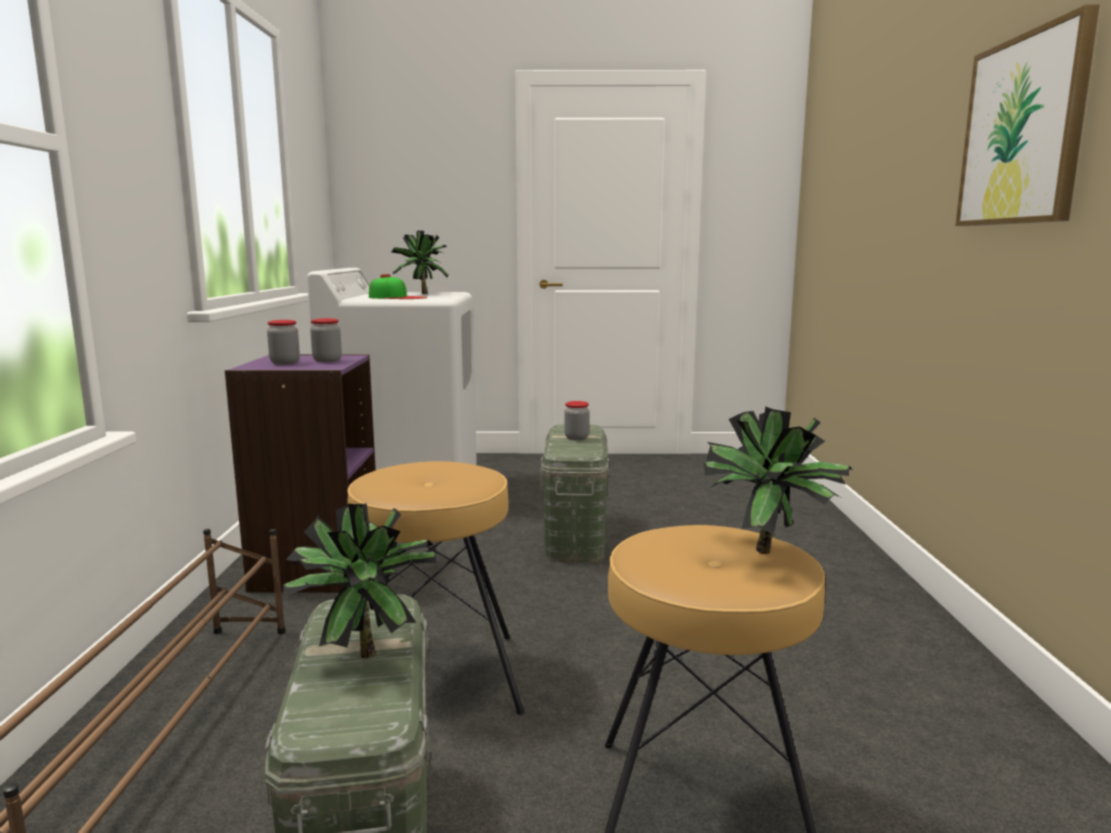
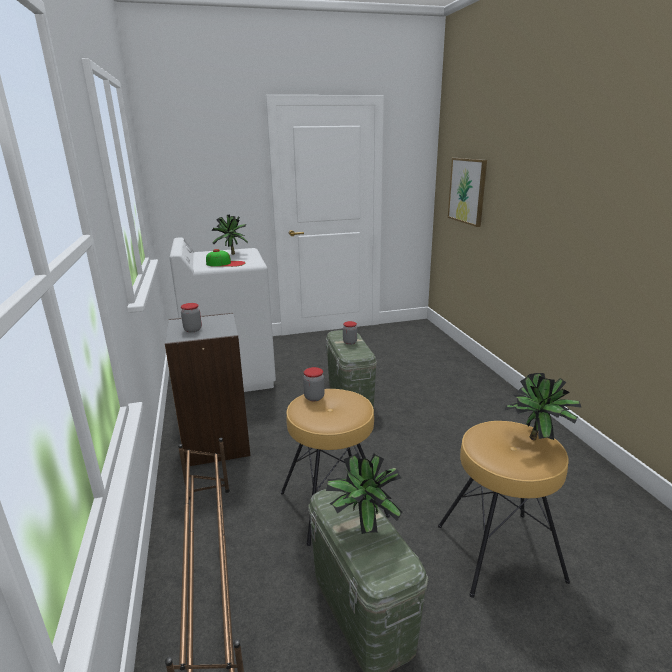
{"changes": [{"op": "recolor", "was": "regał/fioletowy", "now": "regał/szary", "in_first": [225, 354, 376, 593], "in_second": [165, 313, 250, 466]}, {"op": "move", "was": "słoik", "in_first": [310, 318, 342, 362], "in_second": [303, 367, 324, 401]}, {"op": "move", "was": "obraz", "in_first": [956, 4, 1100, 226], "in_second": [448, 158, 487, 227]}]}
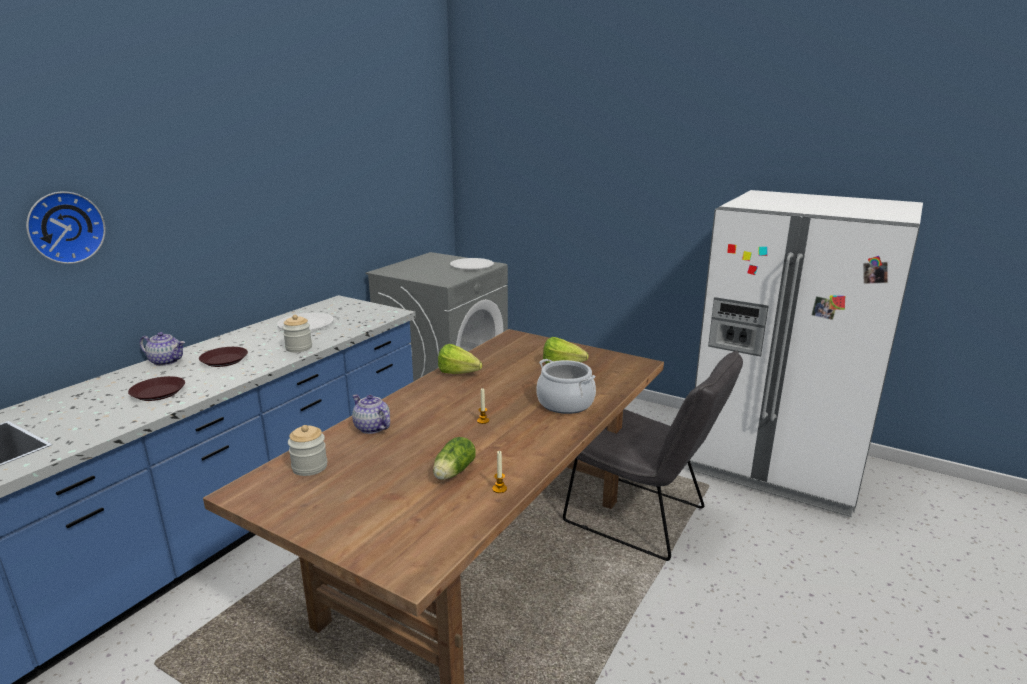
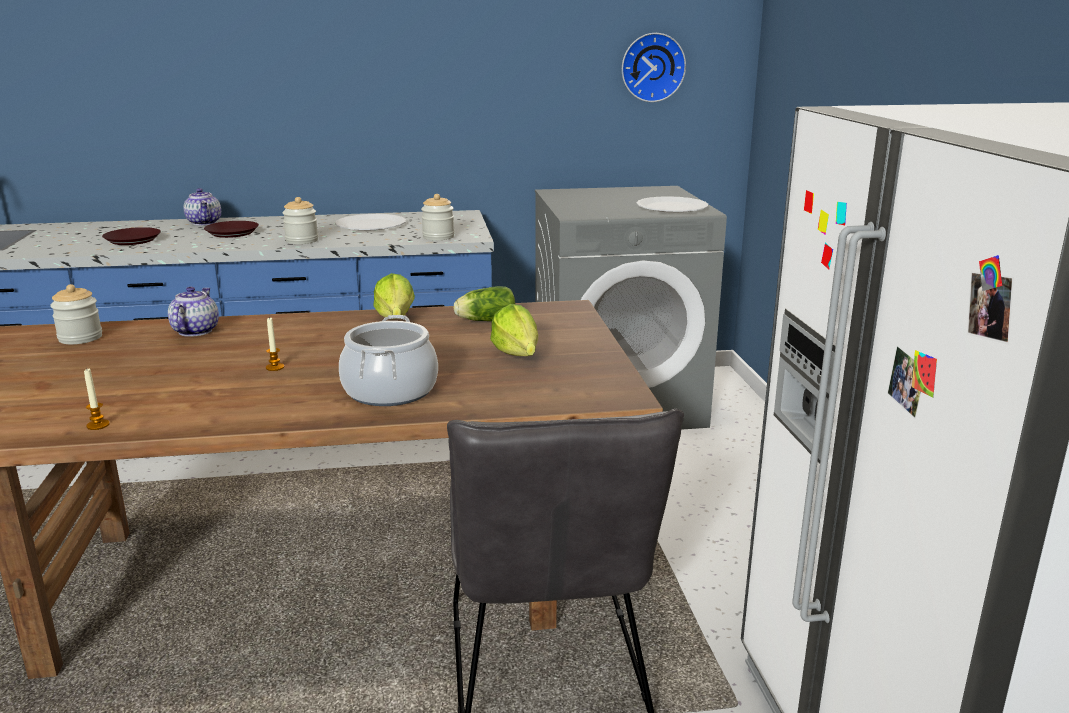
{"changes": [{"op": "insert", "now": "słoik", "in_second": [421, 194, 454, 240]}, {"op": "move", "was": "sałata", "in_first": [433, 437, 476, 480], "in_second": [454, 286, 516, 321]}, {"op": "move", "was": "zegar ścienny", "in_first": [26, 191, 106, 264], "in_second": [622, 33, 686, 102]}]}
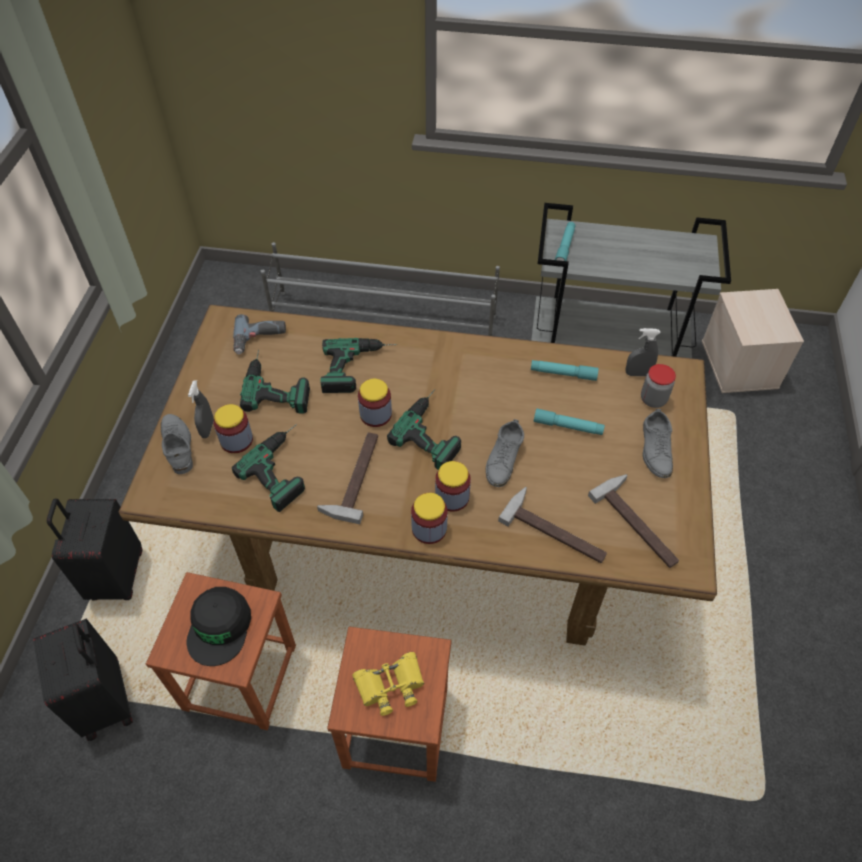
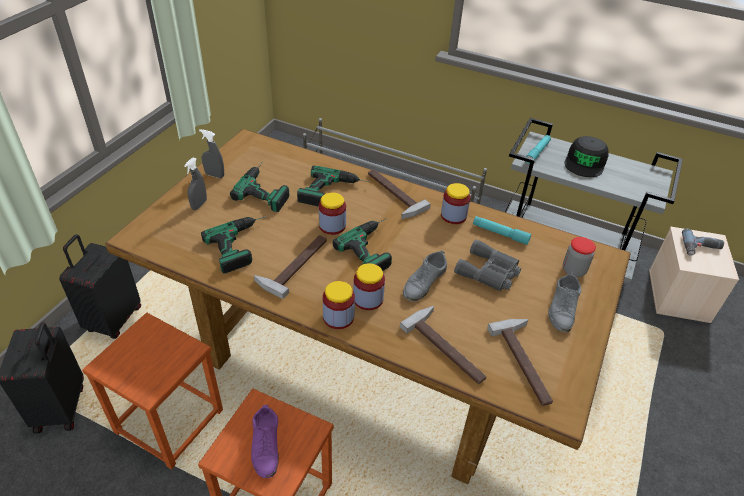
{"changes": [{"op": "move", "was": "spryskiwacz/szary", "in_first": [625, 328, 660, 376], "in_second": [199, 129, 224, 178]}, {"op": "replace", "was": "lornetka/żółty", "now": "but/fioletowy", "in_first": [352, 652, 424, 716], "in_second": [251, 405, 279, 478]}, {"op": "insert", "now": "młotek", "in_second": [368, 169, 431, 219]}, {"op": "move", "was": "słoik", "in_first": [214, 404, 253, 453], "in_second": [441, 183, 471, 224]}, {"op": "replace", "was": "latarka/turkusowy", "now": "lornetka/szary", "in_first": [534, 409, 605, 435], "in_second": [454, 239, 521, 291]}, {"op": "move", "was": "czapka z daszkiem/czarny", "in_first": [186, 587, 251, 666], "in_second": [564, 136, 609, 177]}, {"op": "move", "was": "wiertarka", "in_first": [233, 314, 286, 354], "in_second": [682, 229, 724, 256]}, {"op": "delete", "was": "but/szary", "in_first": [161, 414, 193, 474]}]}
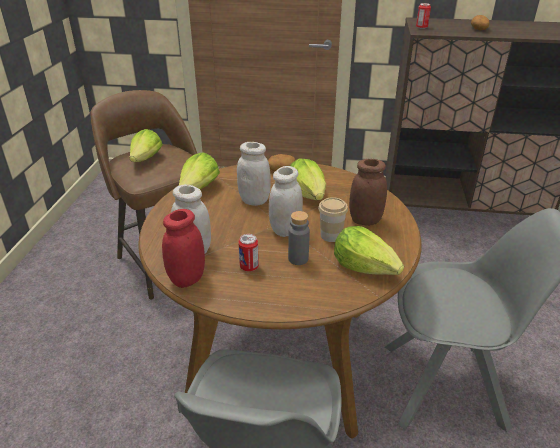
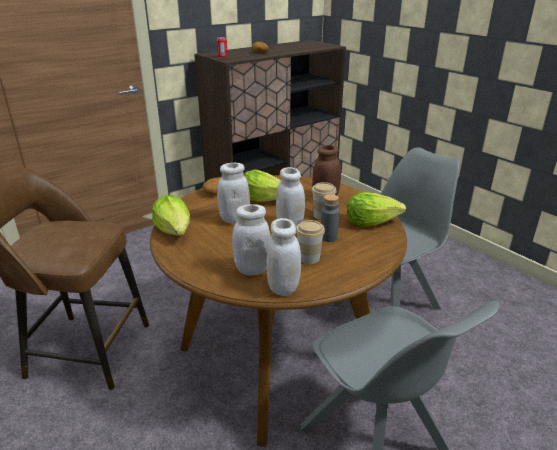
{"changes": [{"op": "recolor", "was": "słoik/czerwony", "now": "słoik/biały", "in_first": [162, 209, 205, 288], "in_second": [266, 218, 301, 296]}, {"op": "replace", "was": "puszka", "now": "filiżanka", "in_first": [238, 234, 259, 271], "in_second": [296, 220, 325, 264]}, {"op": "delete", "was": "sałata", "in_first": [129, 129, 163, 162]}]}
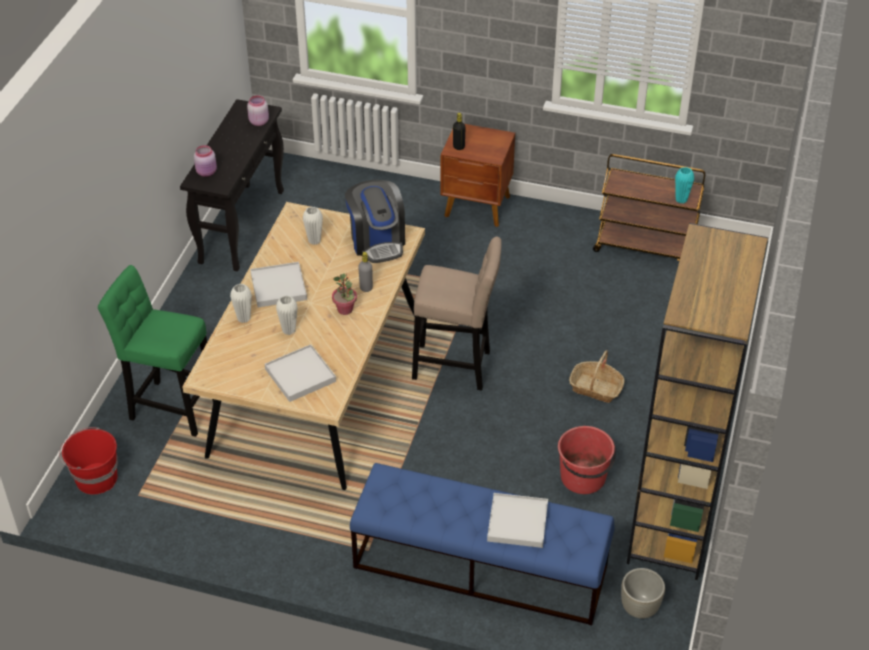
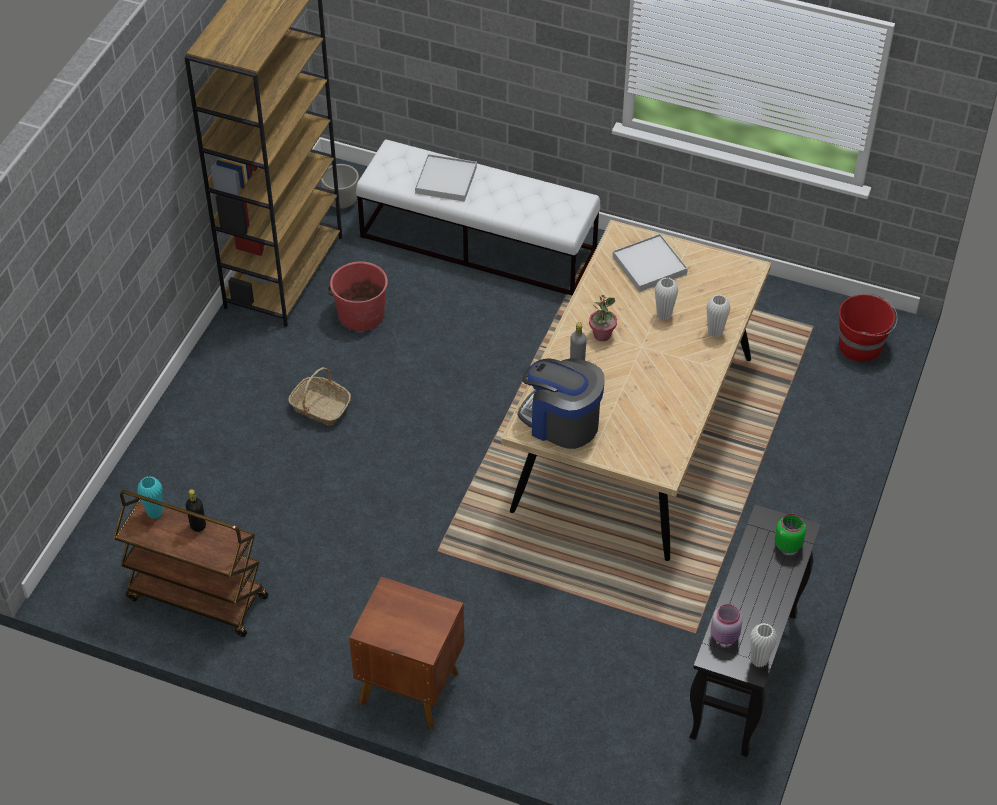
{"changes": [{"op": "move", "was": "butelka/czarny", "in_first": [453, 113, 466, 150], "in_second": [186, 489, 206, 532]}, {"op": "recolor", "was": "ławka/niebieski", "now": "ławka/biały", "in_first": [350, 463, 615, 626], "in_second": [356, 140, 600, 296]}, {"op": "rotate", "was": "ekspres do kawy", "in_first": [345, 180, 405, 263], "in_second": [518, 358, 605, 449], "clockwise": -45}, {"op": "move", "was": "wazon/biały", "in_first": [303, 207, 323, 245], "in_second": [750, 623, 777, 667]}, {"op": "recolor", "was": "słoik/różowy", "now": "słoik/zielony", "in_first": [194, 145, 217, 177], "in_second": [775, 514, 806, 553]}, {"op": "delete", "was": "stołek/zielony", "in_first": [98, 265, 214, 437]}, {"op": "delete", "was": "taca/biały", "in_first": [250, 262, 307, 308]}, {"op": "delete", "was": "stołek/beżowy", "in_first": [412, 236, 502, 391]}]}
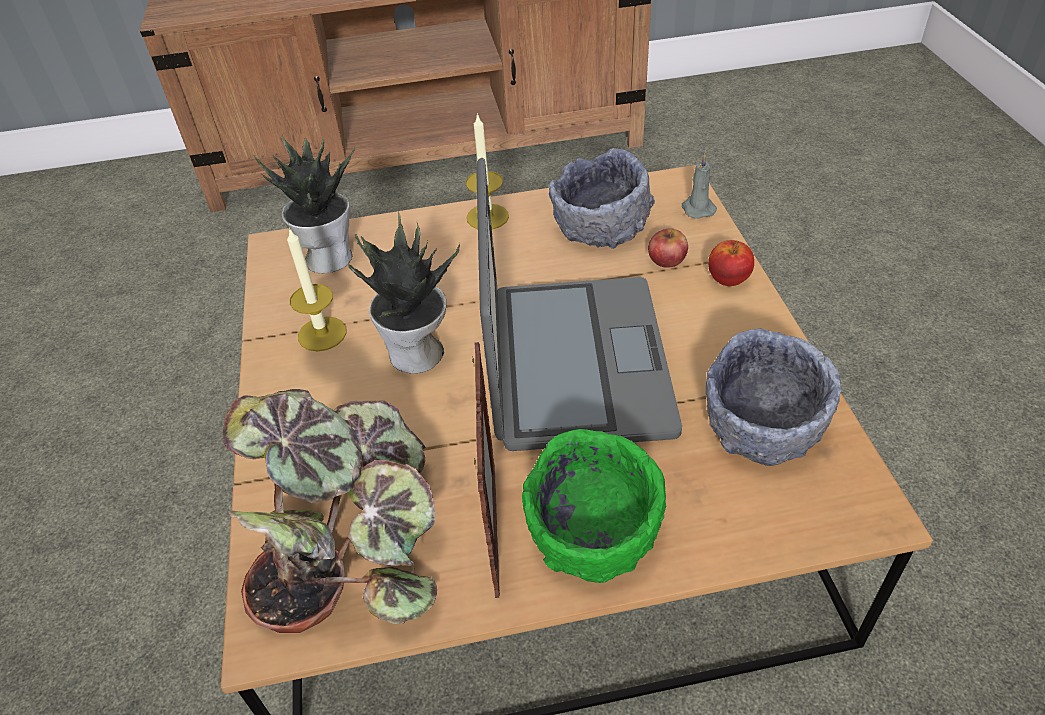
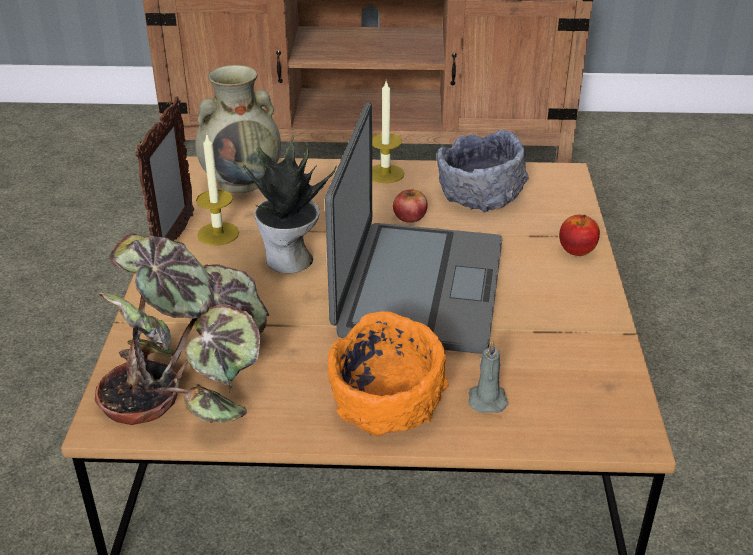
{"changes": [{"op": "move", "was": "ramka na zdjęcie", "in_first": [472, 342, 500, 598], "in_second": [135, 96, 194, 241]}, {"op": "replace", "was": "roślina doniczkowa", "now": "wazon/beżowy", "in_first": [254, 133, 355, 273], "in_second": [195, 65, 281, 193]}, {"op": "recolor", "was": "miska/zielony", "now": "miska/pomarańczowy", "in_first": [522, 429, 666, 583], "in_second": [328, 312, 448, 436]}, {"op": "move", "was": "jabłko", "in_first": [648, 229, 688, 268], "in_second": [393, 188, 428, 223]}, {"op": "move", "was": "świeca/szary", "in_first": [682, 154, 717, 219], "in_second": [468, 340, 508, 413]}, {"op": "delete", "was": "miska/szary", "in_first": [706, 329, 841, 466]}]}
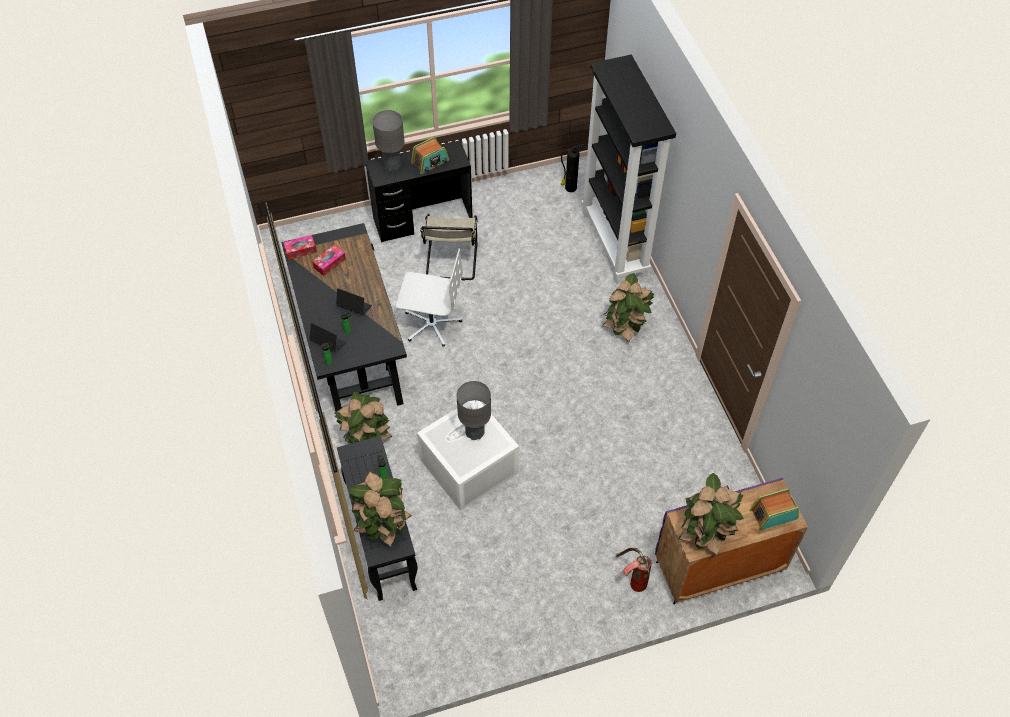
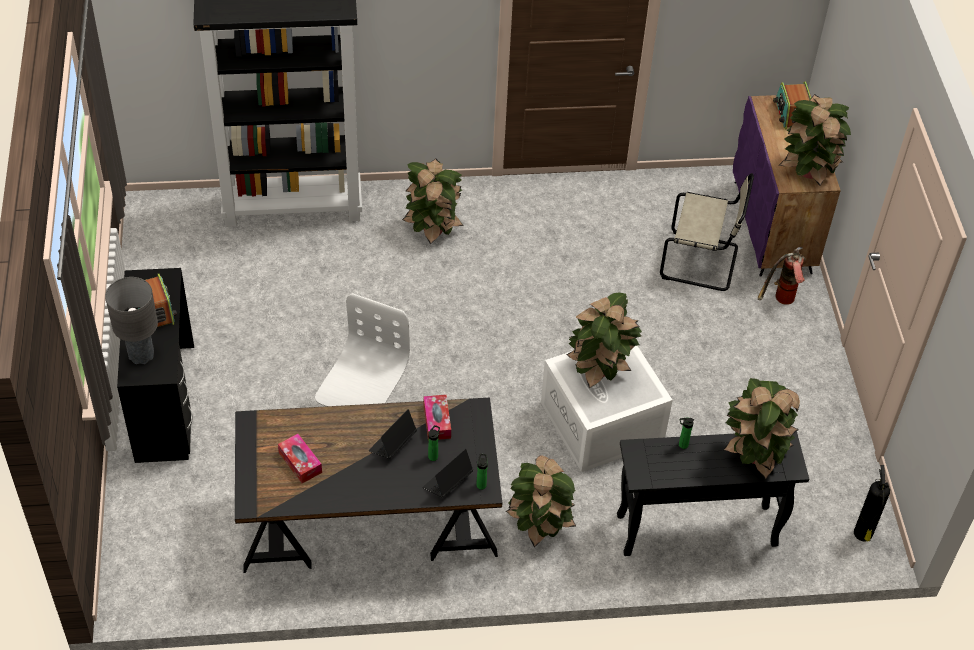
{"changes": [{"op": "move", "was": "pudełko chusteczek", "in_first": [283, 235, 317, 260], "in_second": [424, 395, 451, 441]}, {"op": "replace", "was": "lampa stołowa/szary", "now": "roślina doniczkowa", "in_first": [456, 381, 491, 440], "in_second": [567, 293, 642, 389]}, {"op": "move", "was": "krzesło/beżowy", "in_first": [420, 214, 478, 281], "in_second": [660, 173, 754, 291]}, {"op": "move", "was": "gaśnica", "in_first": [561, 144, 585, 192], "in_second": [854, 465, 890, 542]}]}
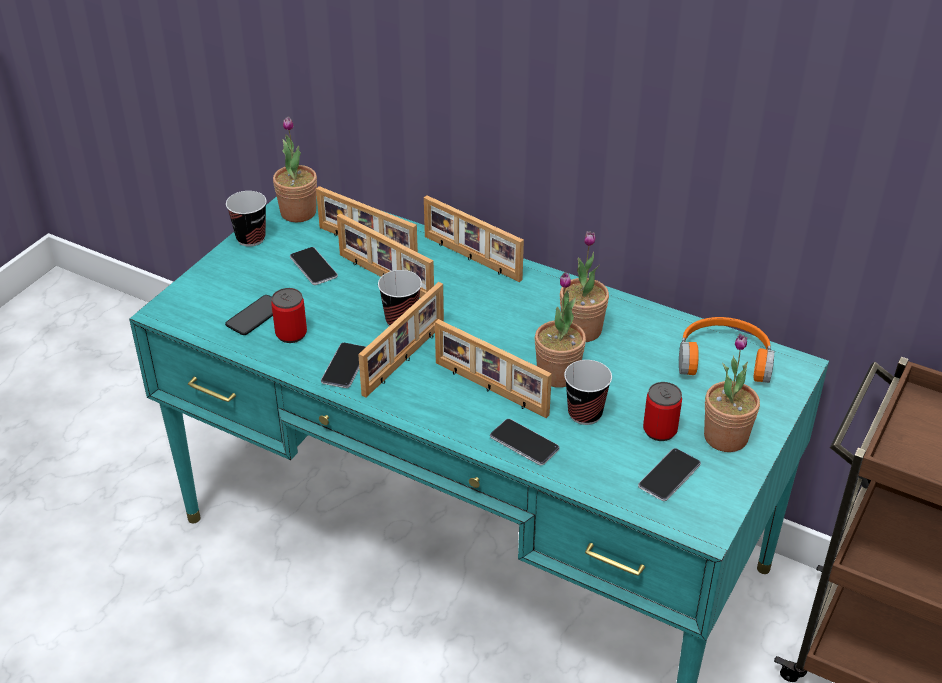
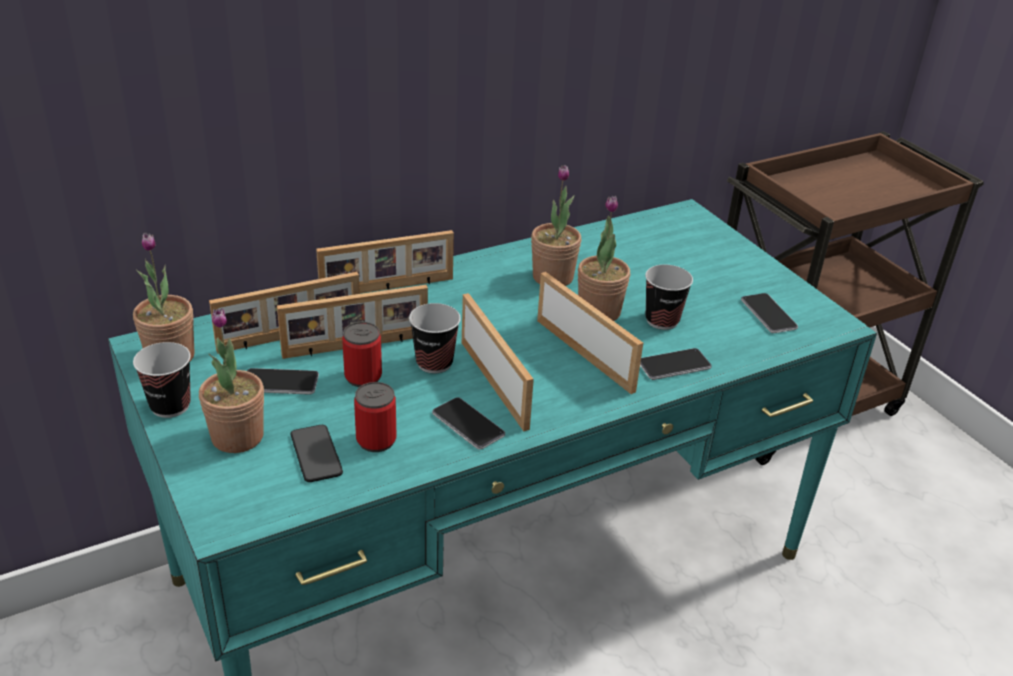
{"changes": [{"op": "move", "was": "roślina doniczkowa", "in_first": [704, 334, 760, 452], "in_second": [199, 308, 264, 453]}, {"op": "move", "was": "puszka", "in_first": [643, 382, 682, 441], "in_second": [342, 322, 382, 387]}, {"op": "rotate", "was": "ramka na zdjęcie", "in_first": [435, 319, 552, 418], "in_second": [537, 272, 643, 394], "clockwise": -105}, {"op": "delete", "was": "słuchawki/pomarańczowy", "in_first": [679, 317, 774, 383]}]}
